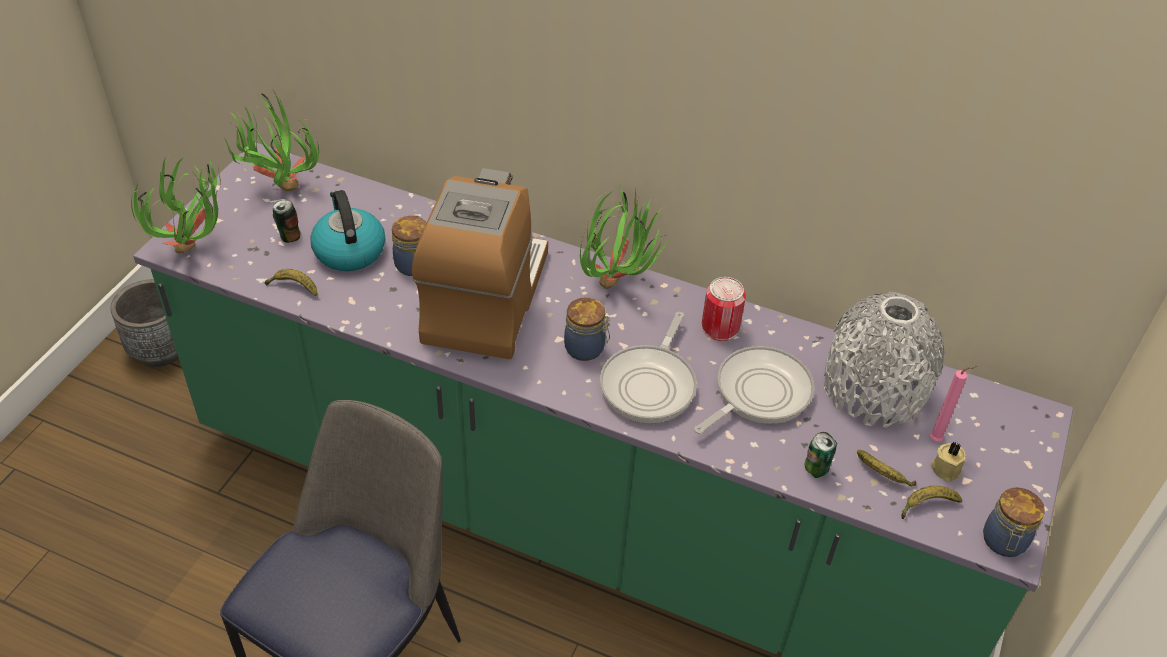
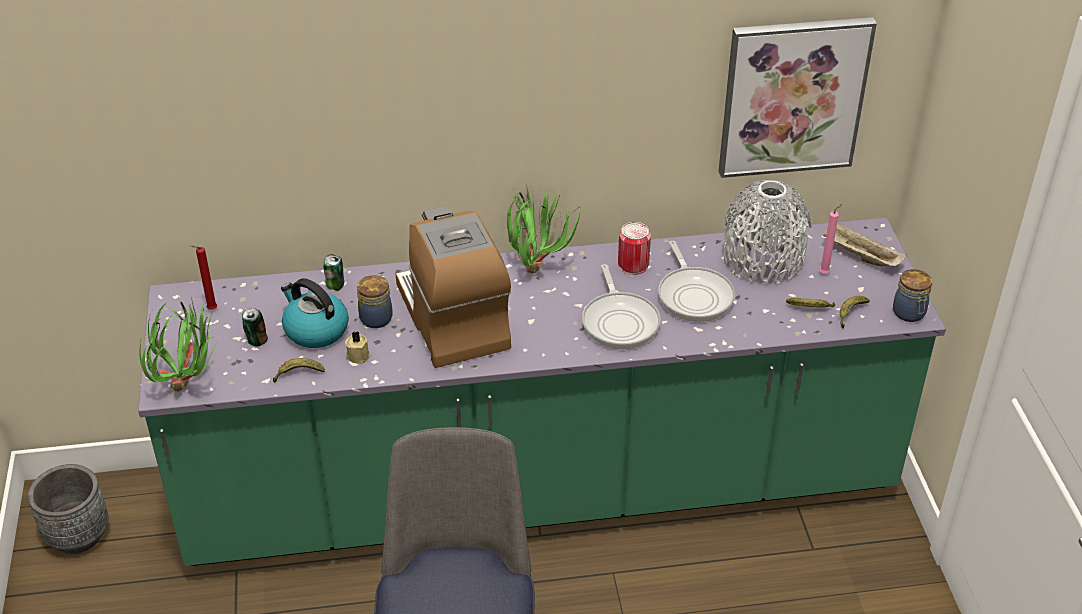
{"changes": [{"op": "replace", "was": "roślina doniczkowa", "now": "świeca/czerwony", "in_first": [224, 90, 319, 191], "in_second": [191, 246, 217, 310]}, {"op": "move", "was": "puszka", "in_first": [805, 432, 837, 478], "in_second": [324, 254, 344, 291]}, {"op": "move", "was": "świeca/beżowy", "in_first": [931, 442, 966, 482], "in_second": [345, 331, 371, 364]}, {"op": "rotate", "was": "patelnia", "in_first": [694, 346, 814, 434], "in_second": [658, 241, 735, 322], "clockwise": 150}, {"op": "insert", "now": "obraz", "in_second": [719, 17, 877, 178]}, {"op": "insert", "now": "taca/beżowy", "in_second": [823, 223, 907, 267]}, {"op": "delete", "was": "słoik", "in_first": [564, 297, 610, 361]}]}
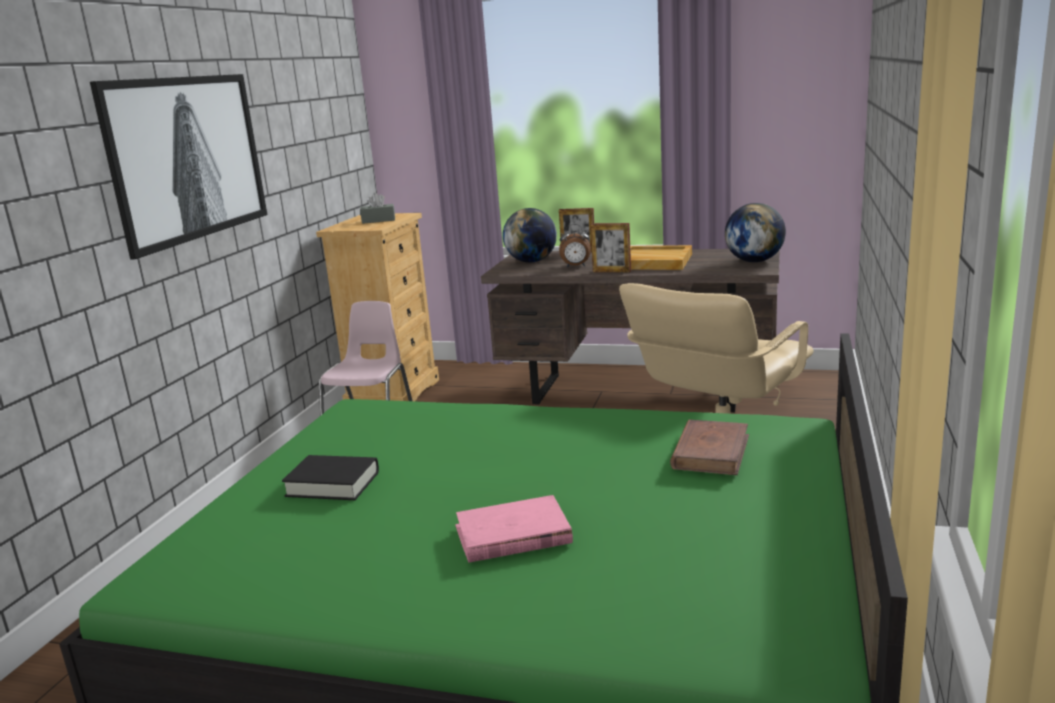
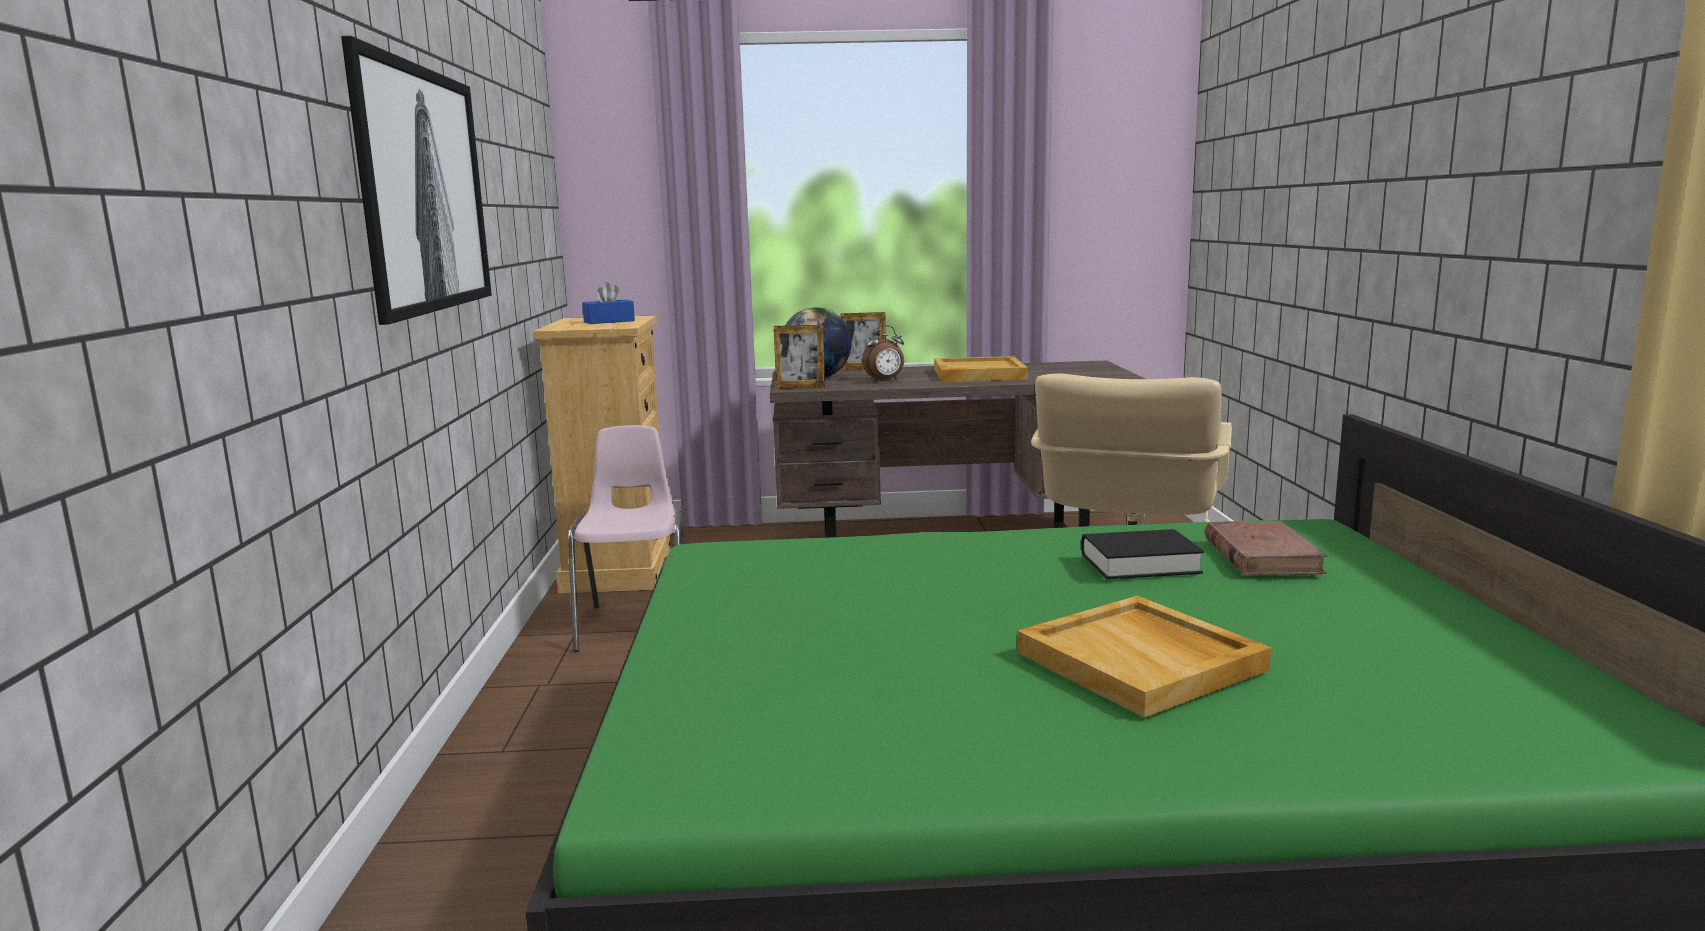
{"changes": [{"op": "recolor", "was": "pudełko chusteczek/szary", "now": "pudełko chusteczek/niebieski", "in_first": [360, 193, 395, 224], "in_second": [582, 282, 635, 324]}, {"op": "move", "was": "ramka na zdjęcie", "in_first": [591, 223, 631, 273], "in_second": [774, 325, 825, 389]}, {"op": "replace", "was": "książka/różowy", "now": "taca/beżowy", "in_first": [455, 495, 573, 563], "in_second": [1017, 596, 1271, 718]}, {"op": "move", "was": "książka/czarny", "in_first": [282, 455, 379, 500], "in_second": [1081, 529, 1204, 579]}, {"op": "delete", "was": "globus", "in_first": [725, 203, 786, 262]}]}
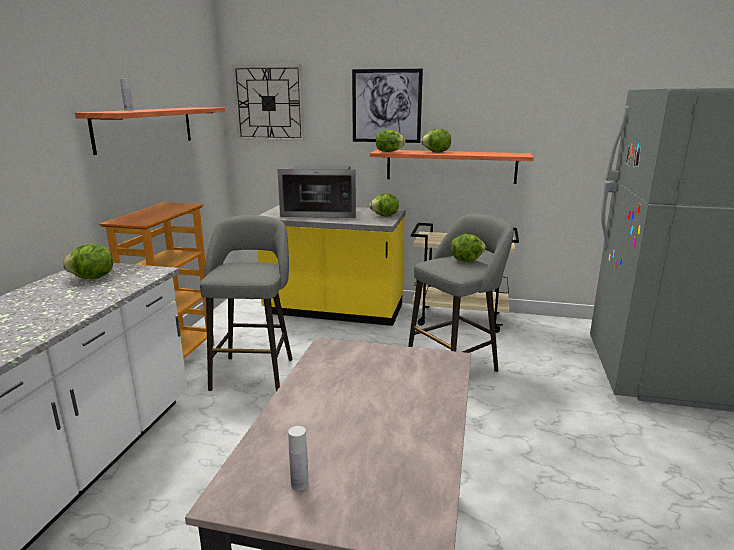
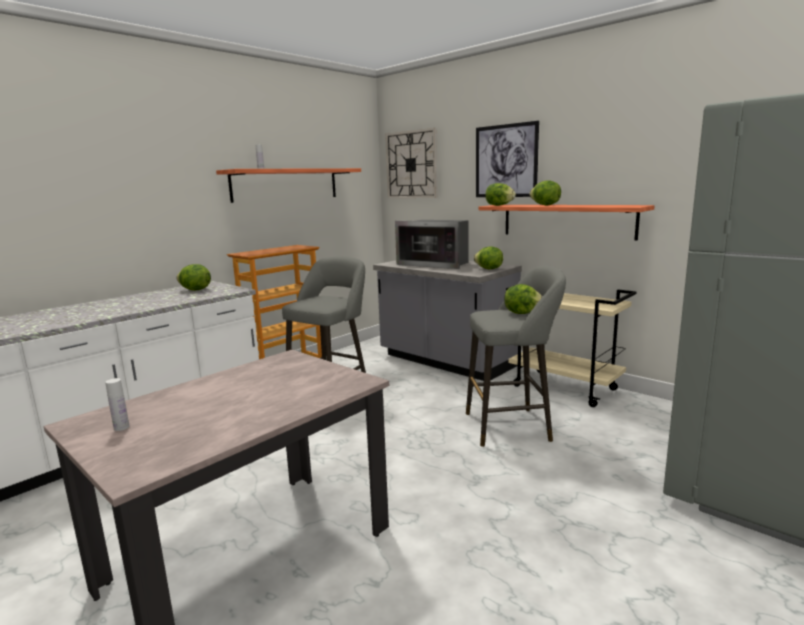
{"changes": [{"op": "recolor", "was": "zabudowa kuchenna/żółty", "now": "zabudowa kuchenna/szary", "in_first": [258, 205, 406, 326], "in_second": [373, 260, 522, 381]}]}
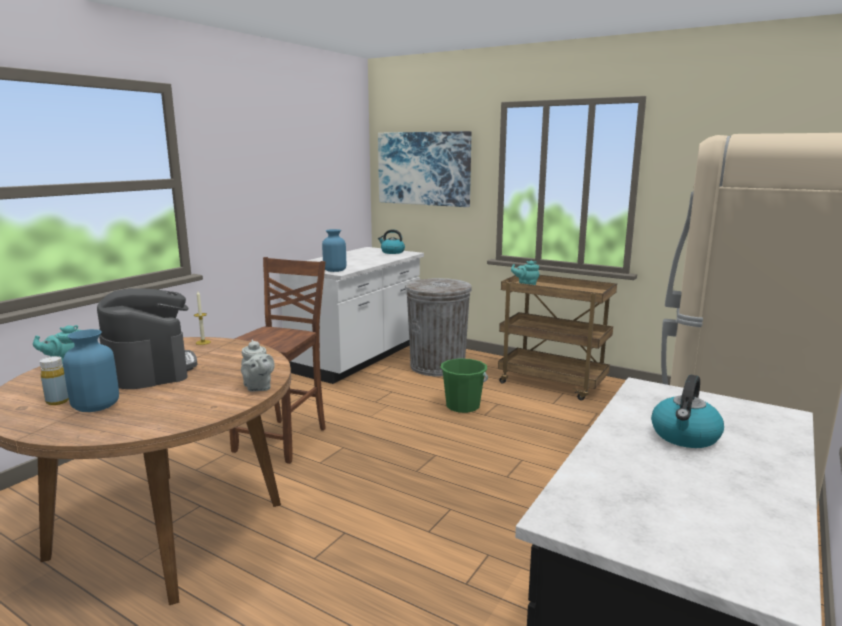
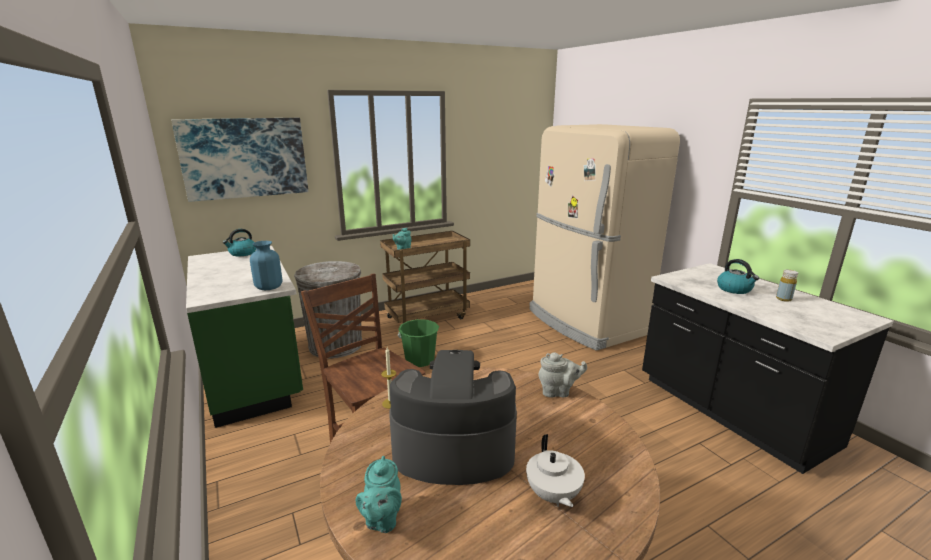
{"changes": [{"op": "recolor", "was": "zabudowa kuchenna/biały", "now": "zabudowa kuchenna/zielony", "in_first": [279, 247, 424, 384], "in_second": [186, 246, 303, 428]}, {"op": "replace", "was": "wazon/niebieski", "now": "imbryk/biały", "in_first": [63, 329, 119, 412], "in_second": [526, 434, 585, 507]}, {"op": "move", "was": "butelka/żółty", "in_first": [40, 356, 69, 405], "in_second": [776, 270, 798, 302]}]}
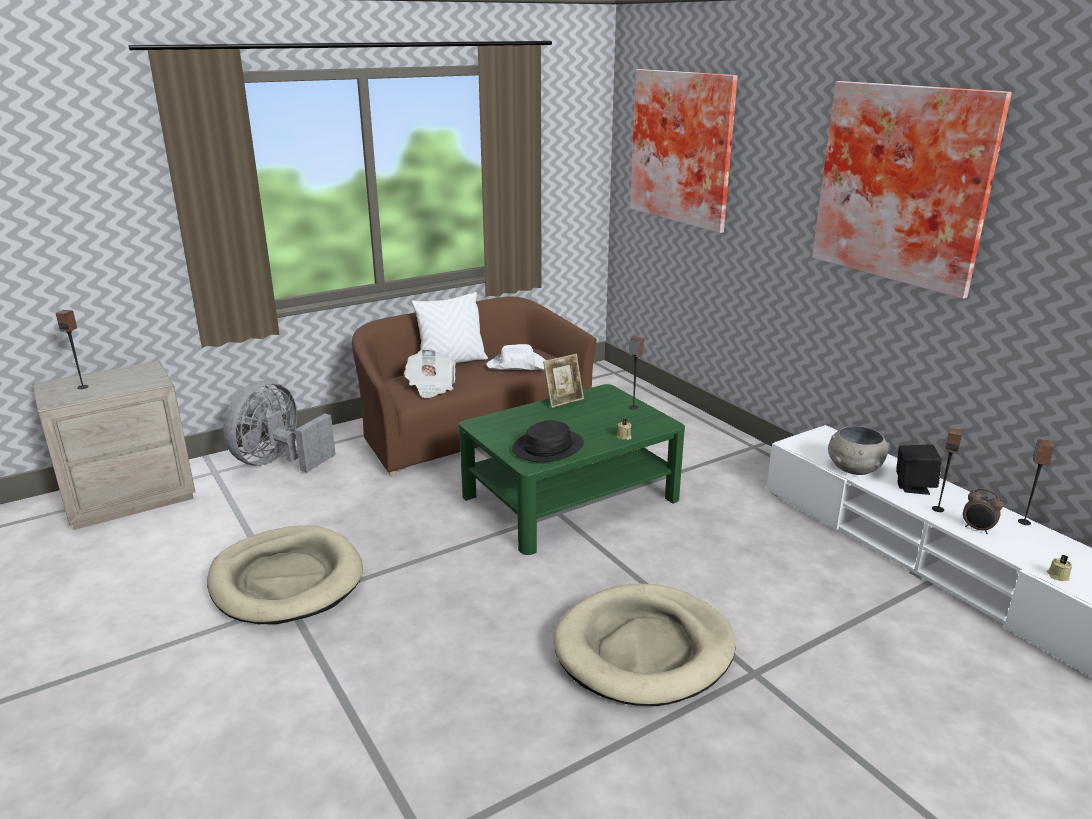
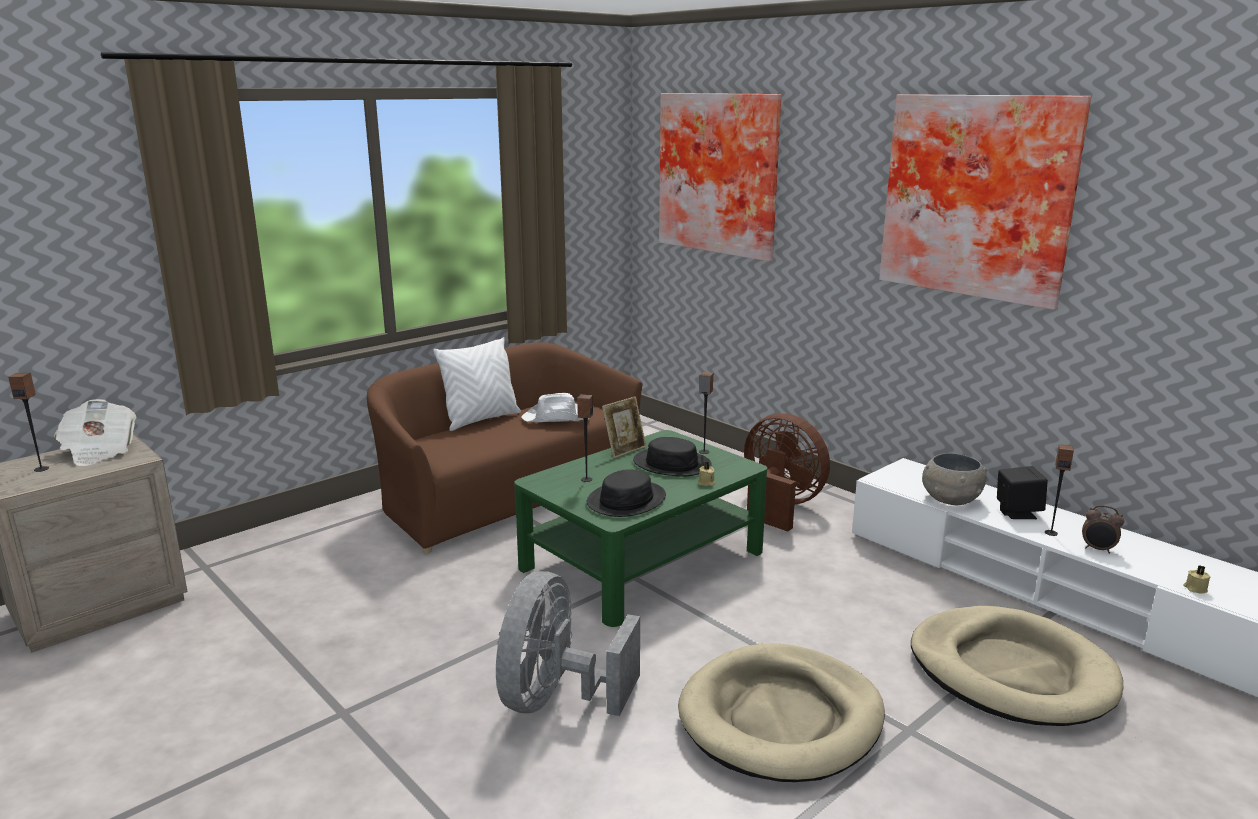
{"changes": [{"op": "move", "was": "gazeta", "in_first": [404, 349, 456, 398], "in_second": [54, 399, 136, 466]}, {"op": "move", "was": "wentylator/szary", "in_first": [224, 381, 336, 472], "in_second": [496, 571, 640, 716]}, {"op": "move", "was": "głośnik", "in_first": [1018, 439, 1054, 525], "in_second": [577, 394, 593, 482]}, {"op": "insert", "now": "kapelusz/czarny", "in_second": [633, 437, 711, 477]}, {"op": "insert", "now": "wentylator/brązowy", "in_second": [744, 414, 830, 532]}, {"op": "move", "was": "legowisko/beżowy", "in_first": [207, 525, 363, 624], "in_second": [911, 606, 1123, 726]}]}
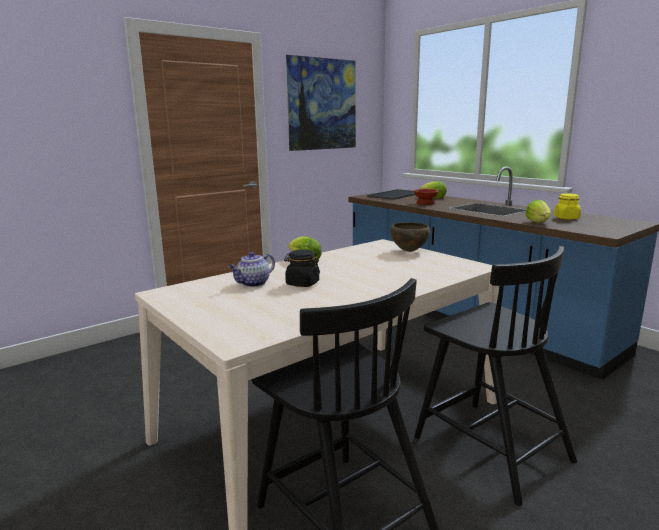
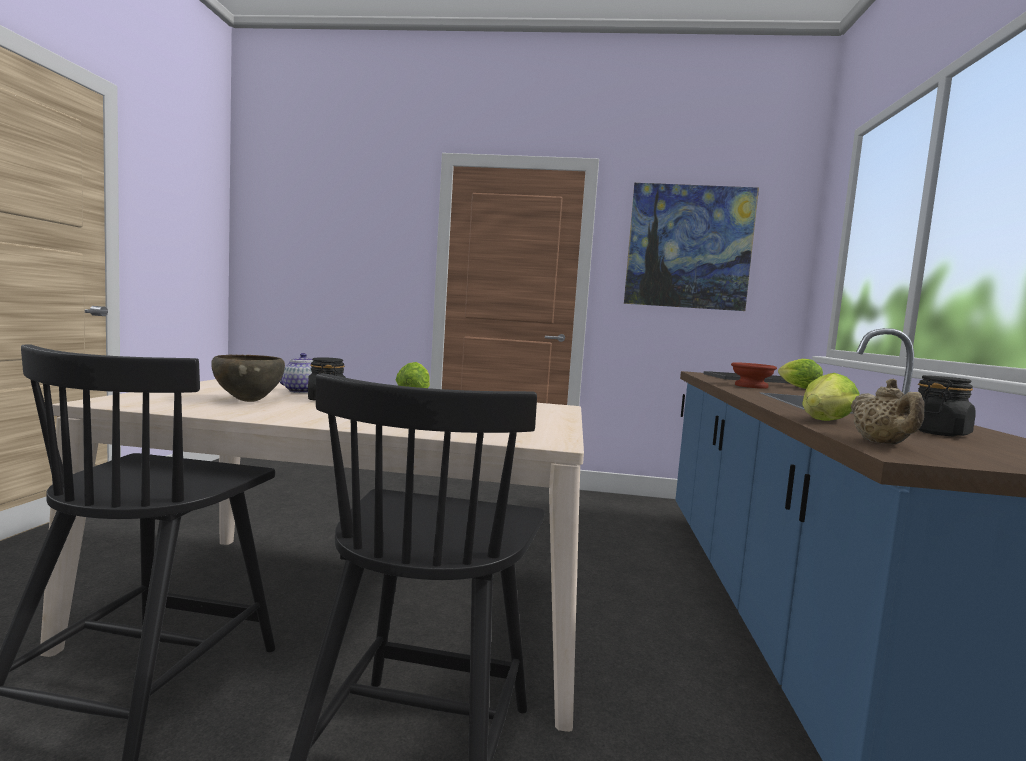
{"changes": [{"op": "move", "was": "miska/brązowy", "in_first": [390, 222, 430, 252], "in_second": [211, 355, 285, 402]}, {"op": "insert", "now": "imbryk/beżowy", "in_second": [851, 379, 925, 444]}, {"op": "recolor", "was": "słoik/żółty", "now": "słoik/czarny", "in_first": [554, 193, 581, 220], "in_second": [918, 375, 976, 436]}]}
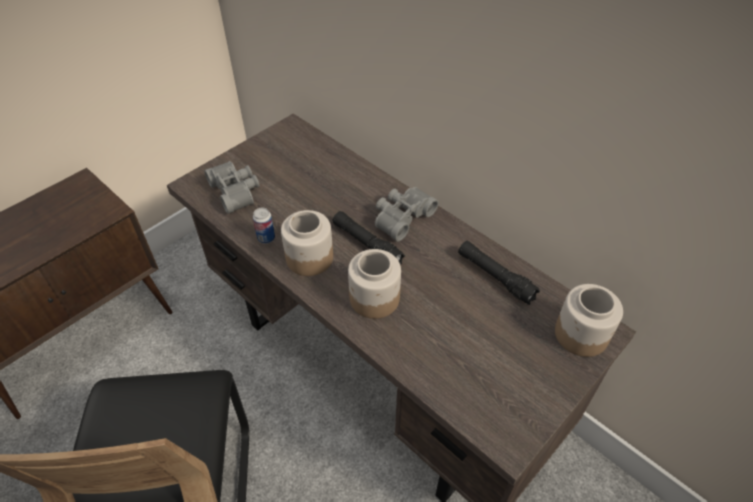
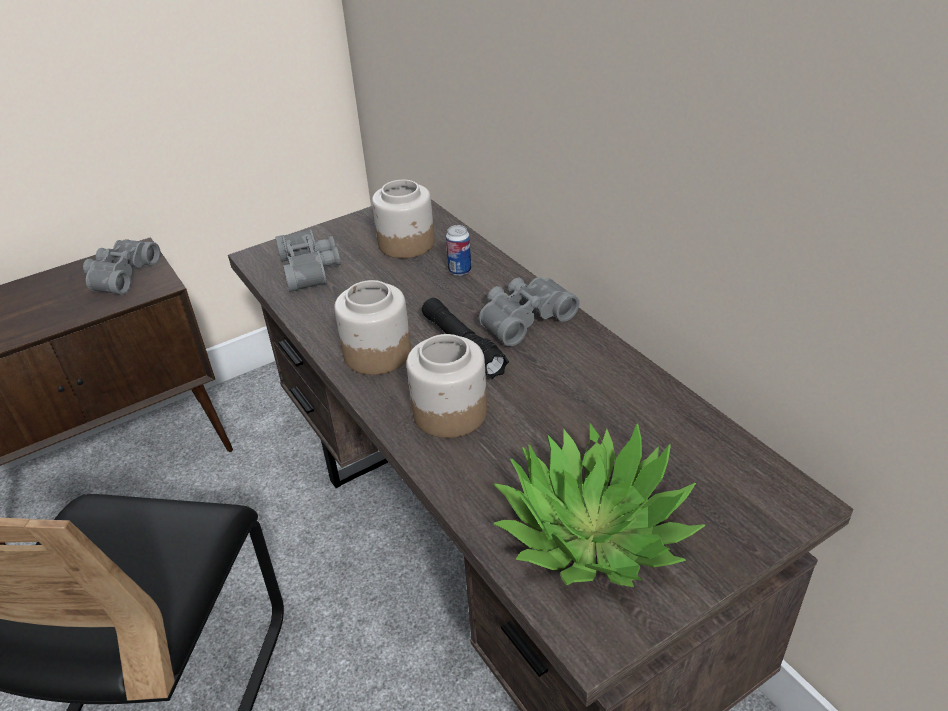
{"changes": [{"op": "insert", "now": "lornetka/szary", "in_second": [83, 239, 161, 295]}, {"op": "move", "was": "słoik", "in_first": [555, 284, 623, 357], "in_second": [372, 180, 435, 258]}, {"op": "move", "was": "puszka", "in_first": [253, 207, 275, 244], "in_second": [446, 225, 471, 276]}, {"op": "insert", "now": "roślina doniczkowa", "in_second": [493, 423, 706, 587]}, {"op": "delete", "was": "latarka/czarny", "in_first": [458, 241, 540, 305]}]}
